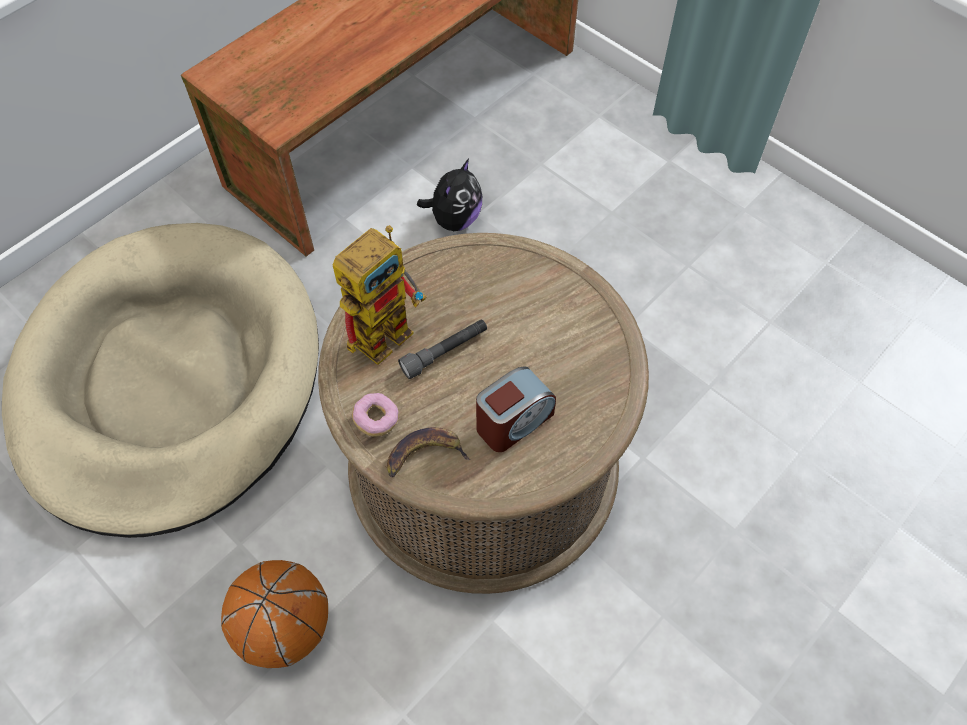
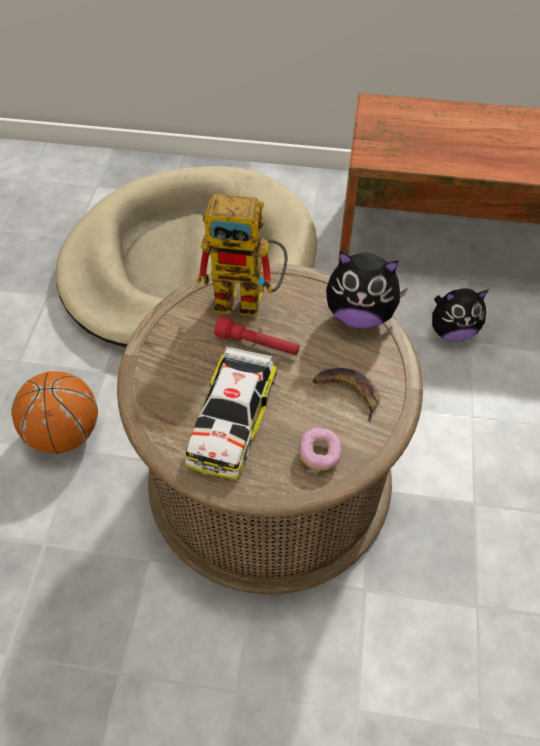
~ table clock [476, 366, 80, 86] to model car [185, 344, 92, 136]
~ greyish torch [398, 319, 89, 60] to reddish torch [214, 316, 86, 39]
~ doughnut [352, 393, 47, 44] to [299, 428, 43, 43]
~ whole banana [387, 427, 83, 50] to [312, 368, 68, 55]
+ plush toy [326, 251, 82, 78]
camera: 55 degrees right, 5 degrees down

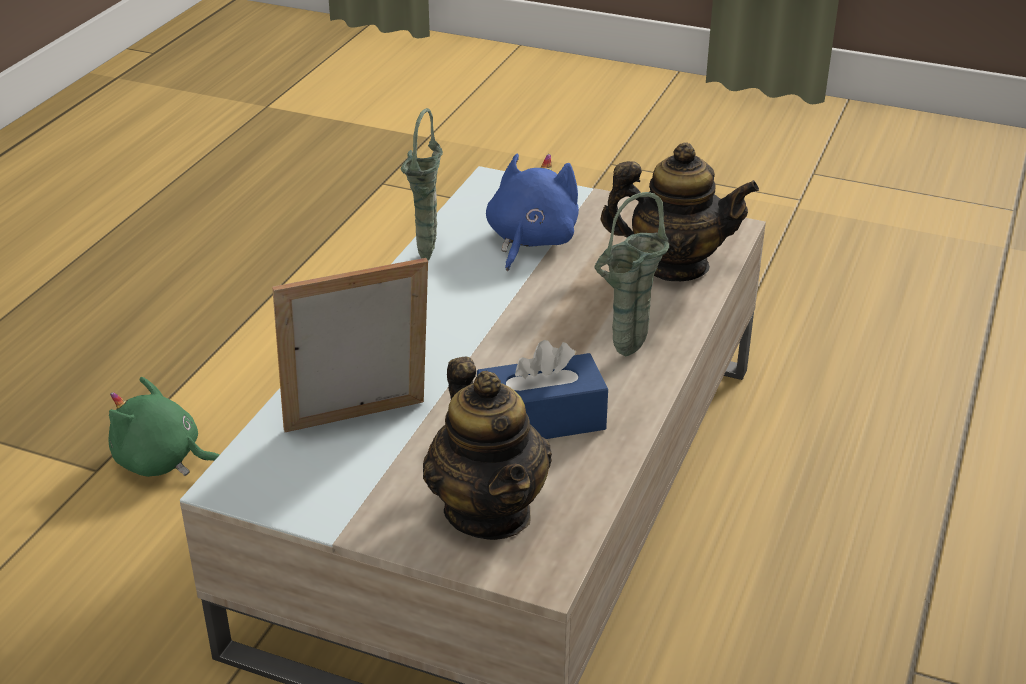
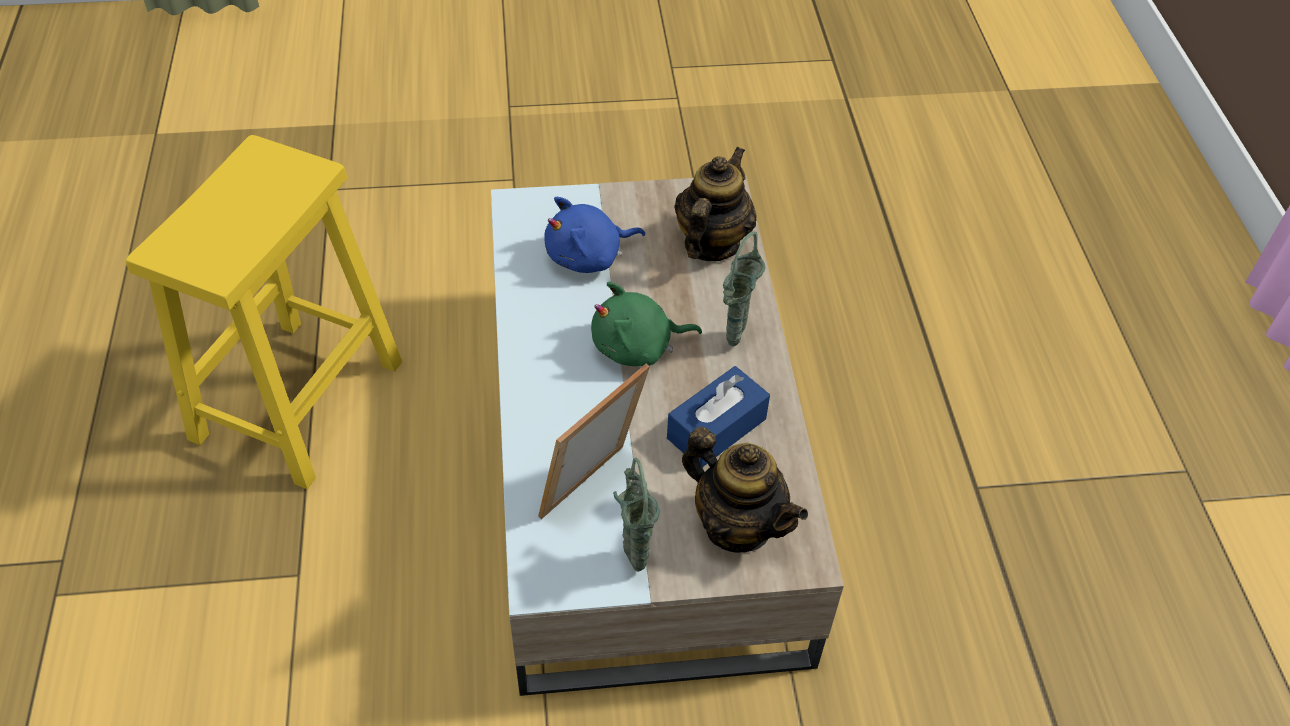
+ yellow-coloured stool seat [126, 135, 276, 354]
~ blue-coloured plush toy [486, 154, 93, 117] = [544, 197, 101, 76] 105 degrees counterclockwise
~ greenish plush toy [109, 377, 110, 100] to [591, 282, 111, 84]
~ greenish decorative vase [401, 108, 42, 153] to [613, 458, 47, 114]
~ teapot [600, 142, 159, 139] = [674, 147, 83, 114] 45 degrees counterclockwise
camera: 30 degrees left, 15 degrees up

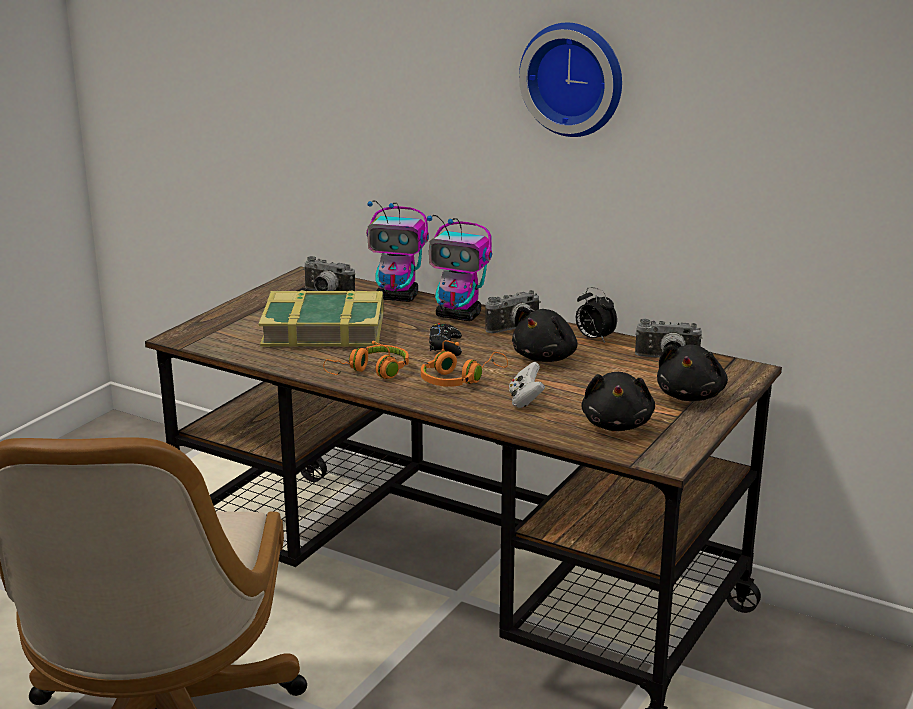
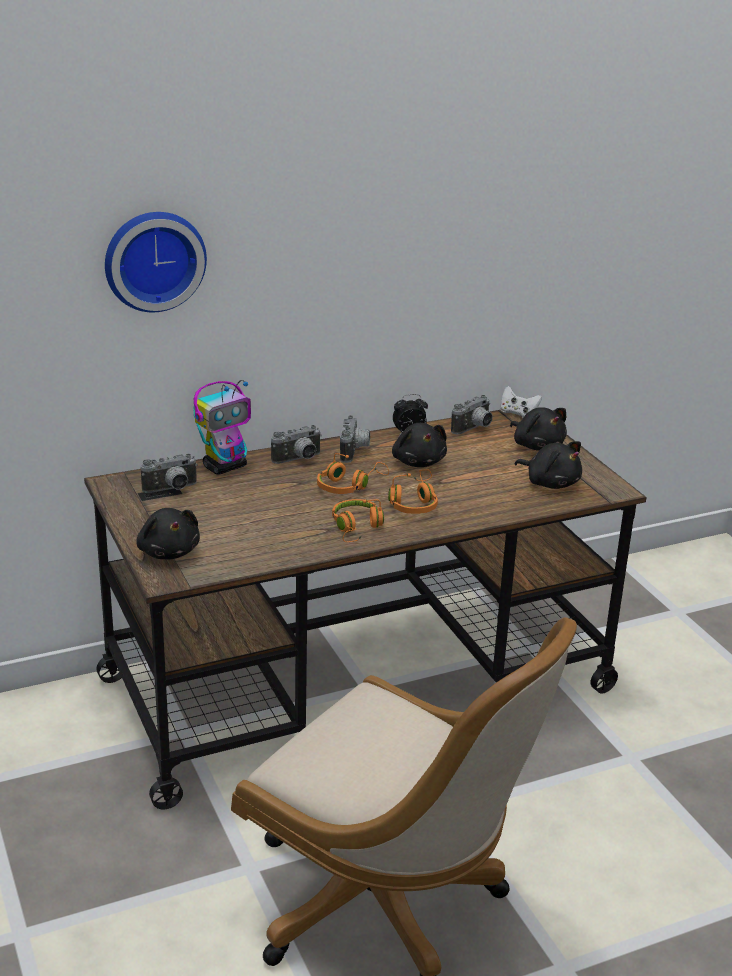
~ hanging clock [519, 22, 103, 115] to [105, 212, 102, 100]
+ black plush toy [136, 508, 64, 51]
~ robot figure [427, 215, 65, 106] to still camera [271, 425, 51, 39]
~ black game controller [429, 323, 33, 33] to orange-coloured headphones [317, 453, 72, 41]
~ white game controller [509, 362, 36, 46] to [500, 386, 42, 32]
- book [259, 290, 124, 57]
camera: 55 degrees left, 5 degrees up

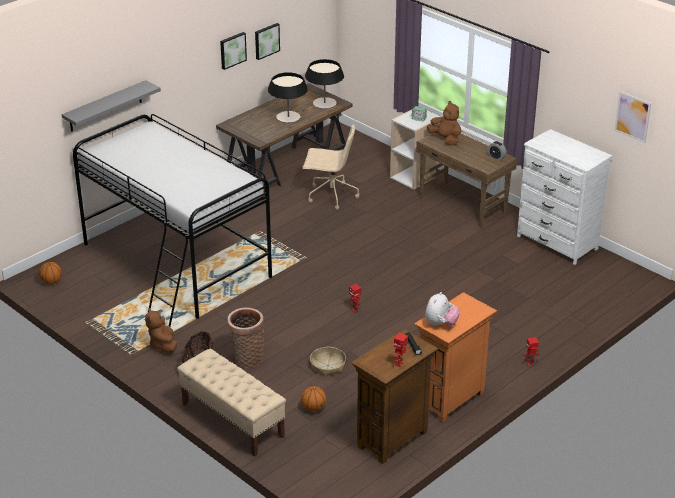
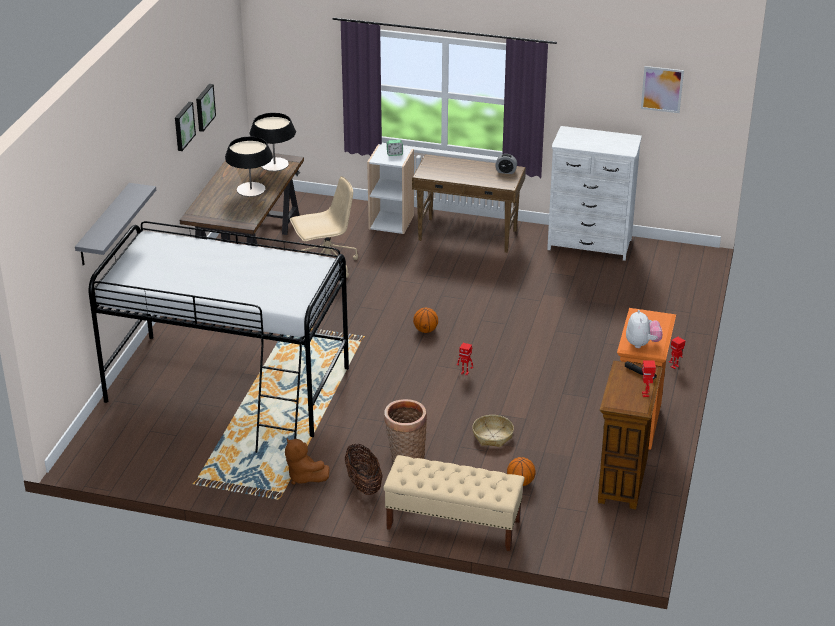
~ basketball [39, 262, 23, 22] to [413, 308, 25, 25]
- brownish plush toy [427, 101, 34, 45]
camera: 30 degrees left, 0 degrees up

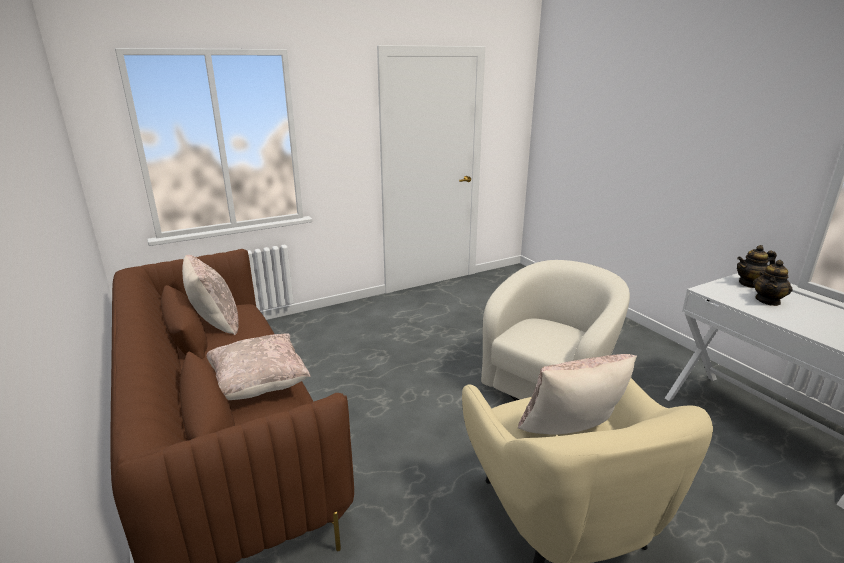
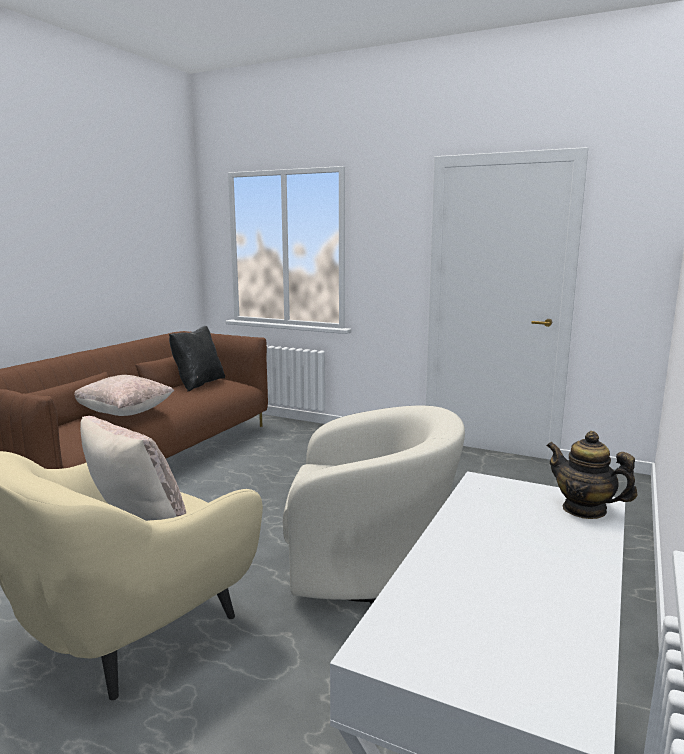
~ sand-coloured pillow [182, 255, 57, 80] to black pillow [169, 326, 56, 65]
- teapot [753, 260, 40, 46]
camera: 55 degrees right, 10 degrees down

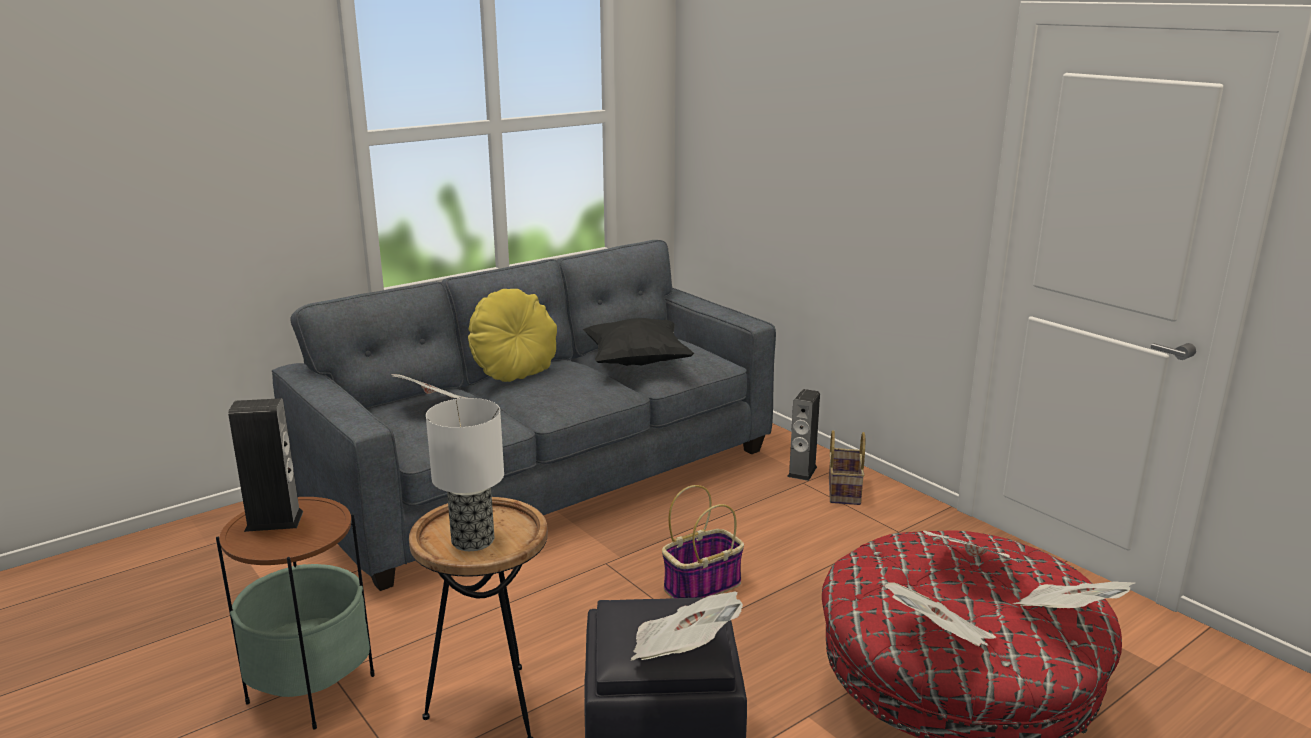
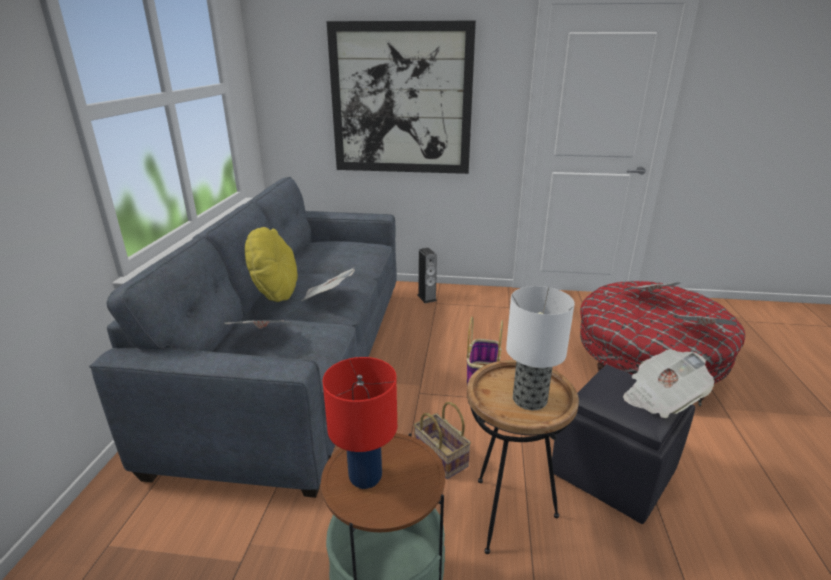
~ daily paper [1013, 582, 122, 26] to [302, 268, 53, 33]
~ audio speaker [228, 398, 75, 134] to reddish lamp for a table [323, 357, 74, 132]
+ wall picture [327, 21, 149, 153]
~ storage basket [829, 430, 36, 75] to [414, 402, 57, 77]
- black pillow [583, 318, 111, 48]
camera: 45 degrees left, 5 degrees up

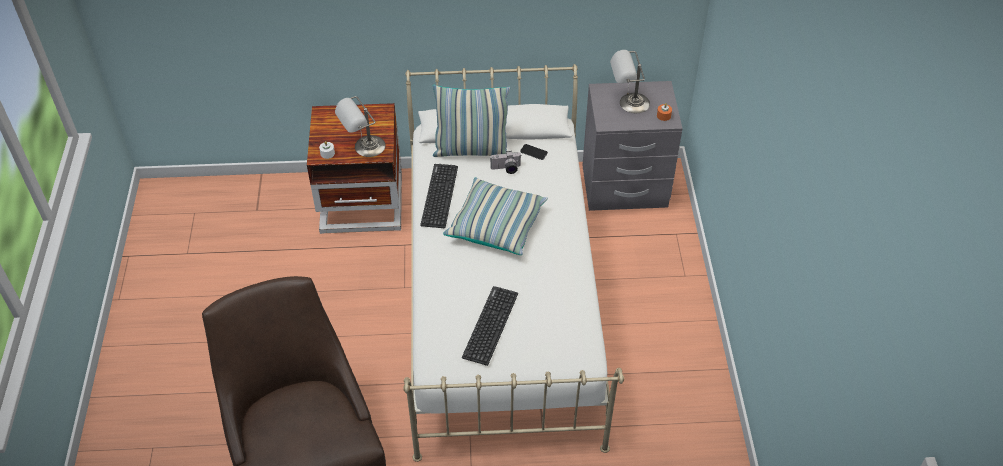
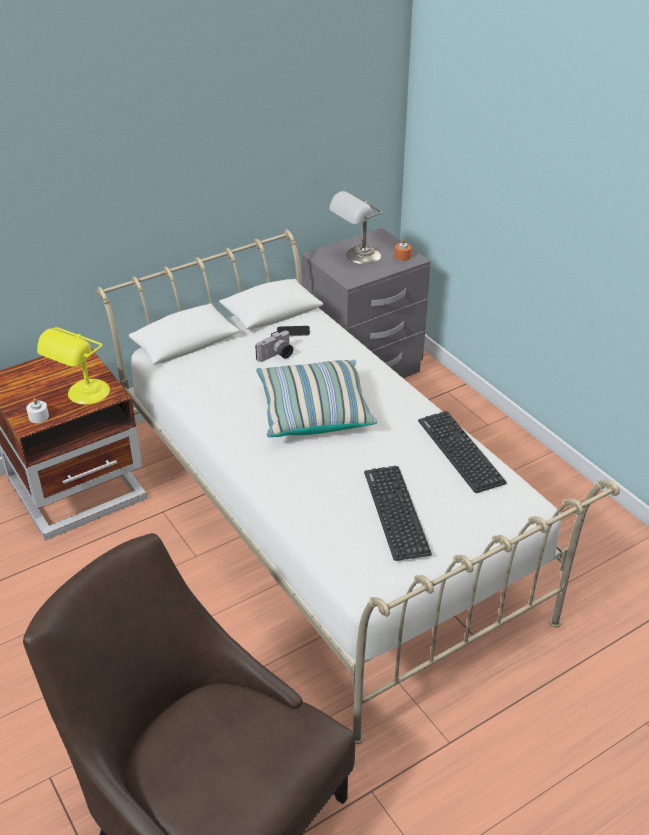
~ white lamp for a table [335, 96, 51, 61] to yellow-coloured lamp for a table [37, 327, 73, 77]
~ computer keyboard [420, 164, 38, 64] to [418, 411, 89, 82]
- pillow [433, 85, 77, 72]
camera: 30 degrees left, 10 degrees down

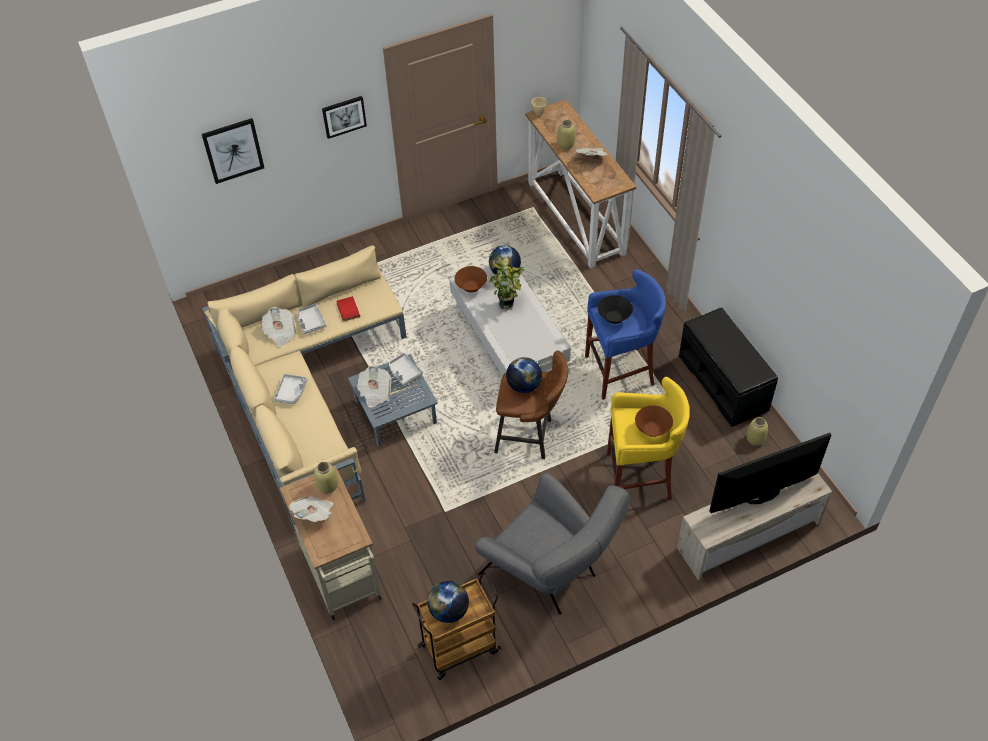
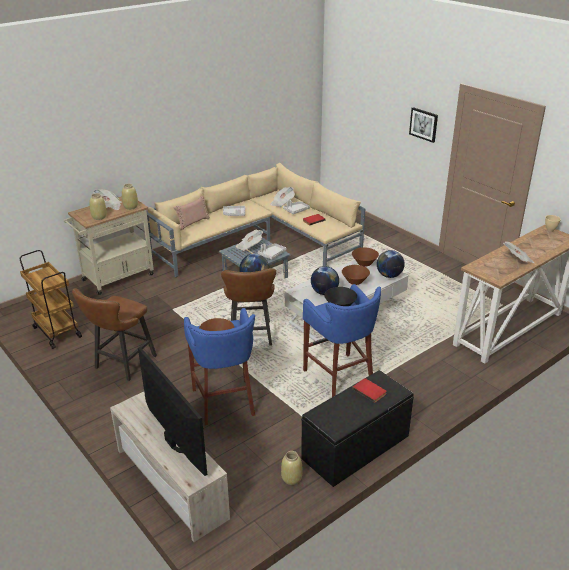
~ greyish armchair [475, 472, 155, 142] to brownish stool seat [72, 288, 85, 93]
~ sand-coloured decorative vase [557, 120, 18, 29] to [89, 193, 18, 27]
+ sand-coloured pillow [174, 196, 36, 35]
~ yellow-coloured stool seat [607, 377, 83, 123] to blue-coloured stool seat [184, 308, 71, 117]
~ globe [428, 581, 41, 42] to [311, 266, 28, 29]
~ plant in a pot [489, 257, 36, 54] to brownish serving bowl [342, 265, 28, 20]
+ reddish book [352, 378, 35, 25]
- wall picture [202, 118, 62, 66]
camera: 75 degrees right, 20 degrees down

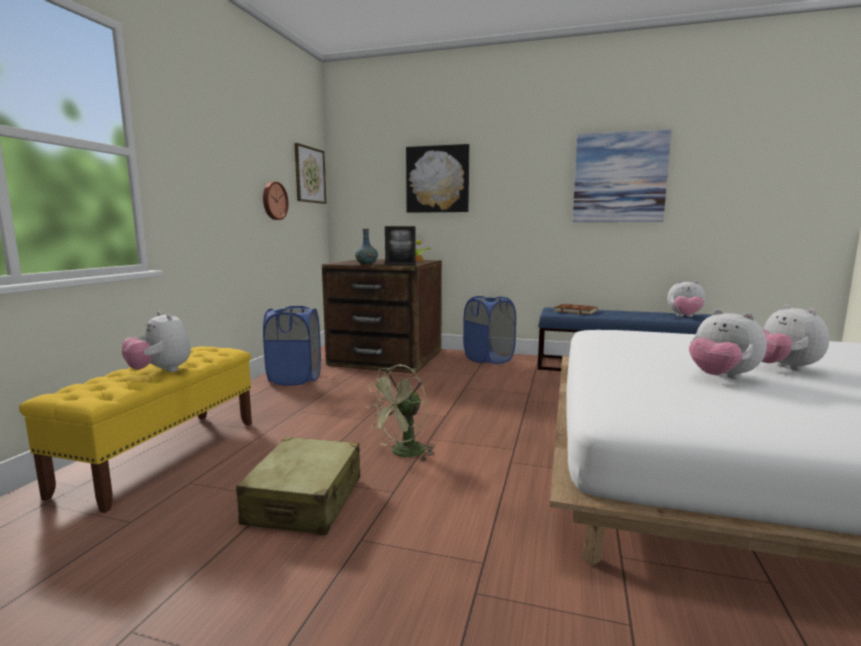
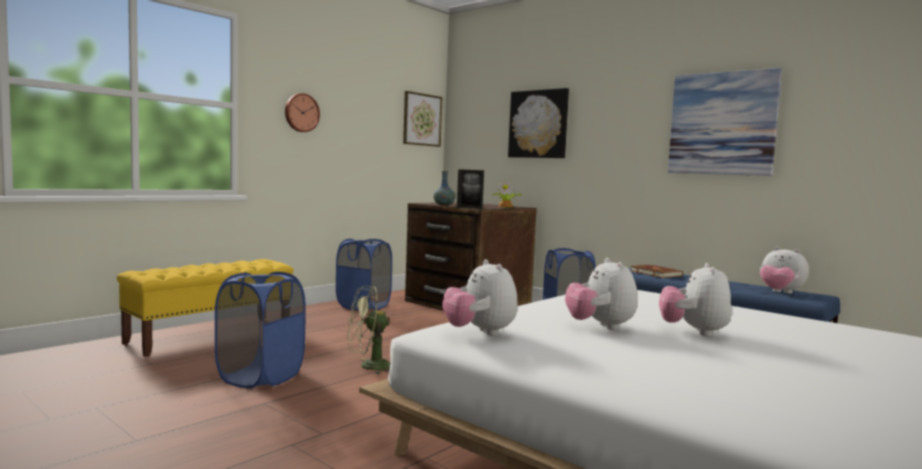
~ sand-coloured piece of luggage [236, 437, 124, 98] to blue-coloured washing basket [215, 272, 91, 116]
~ hanging clock [263, 182, 26, 38] to [285, 93, 35, 39]
~ plush toy [122, 311, 69, 61] to [442, 259, 76, 77]
camera: 25 degrees right, 5 degrees down

